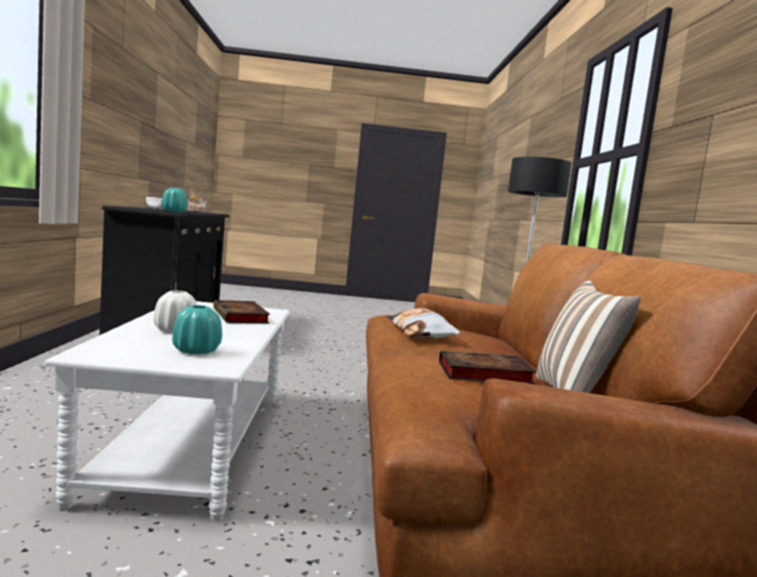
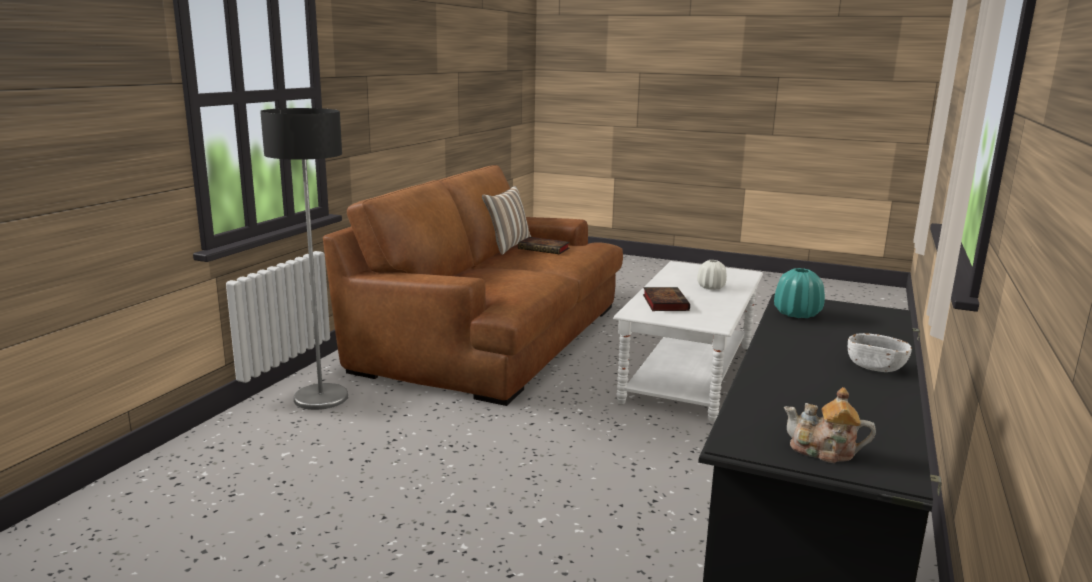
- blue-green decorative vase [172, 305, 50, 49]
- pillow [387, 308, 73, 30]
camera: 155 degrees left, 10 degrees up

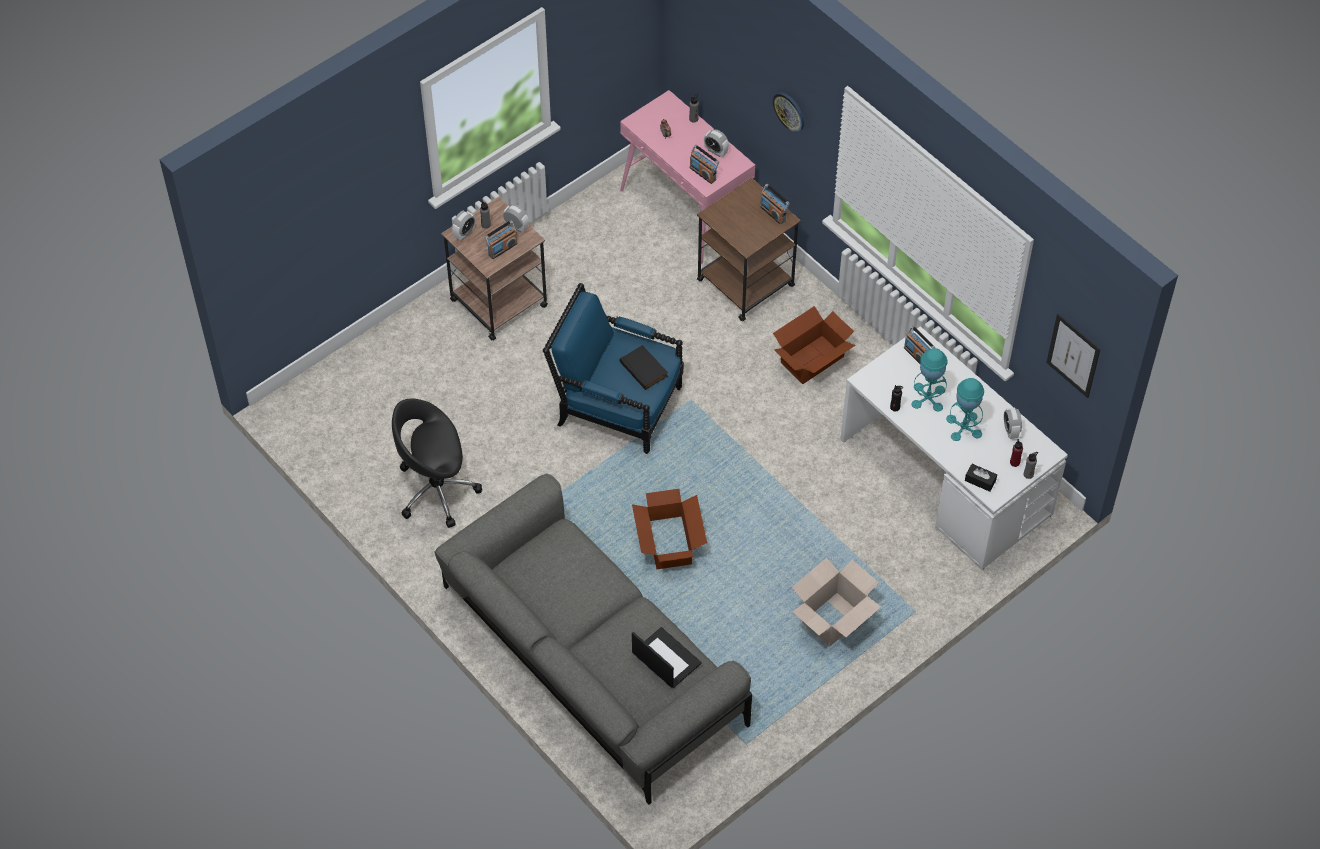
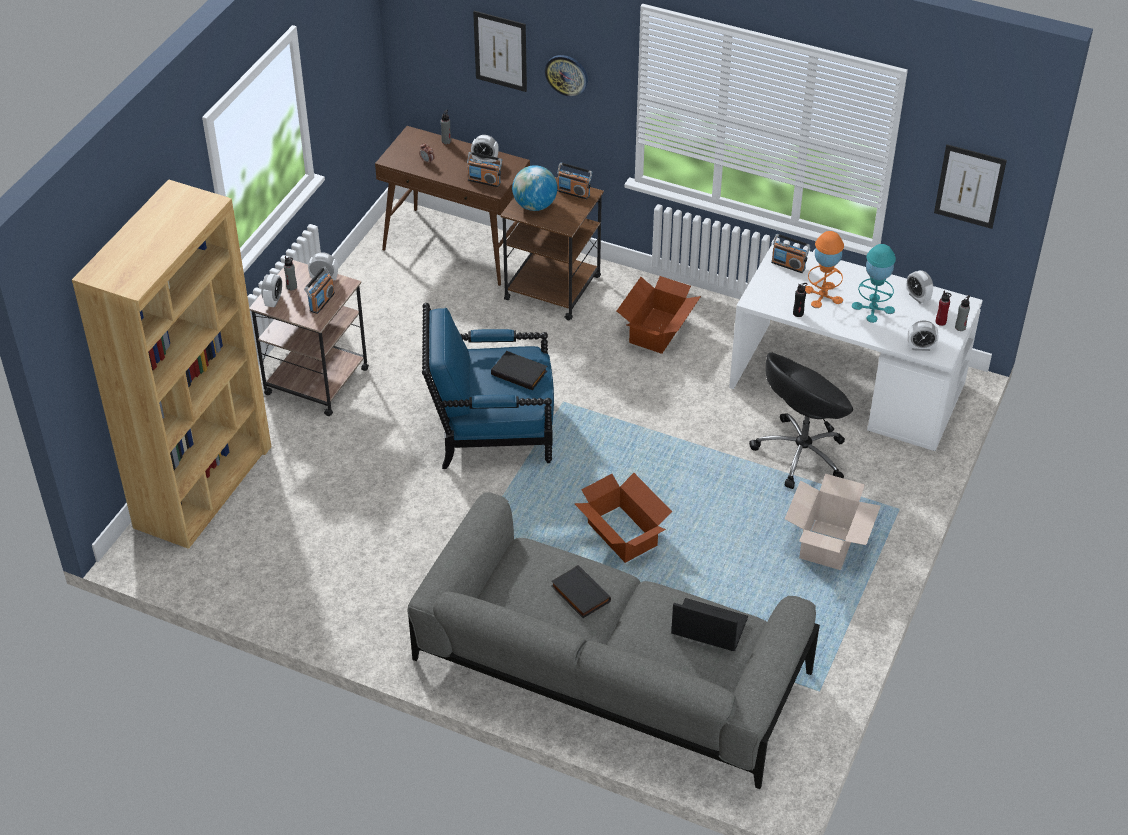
+ brownish bookcase [72, 179, 199, 370]
~ pink console table [620, 90, 135, 174] to brownish console table [375, 126, 155, 160]
+ wall picture [473, 11, 54, 81]
+ globe [512, 165, 45, 46]
+ black book [551, 565, 60, 53]
~ black computer chair [392, 399, 90, 129] to [749, 352, 104, 137]
~ blue-green lamp for a table [912, 348, 36, 64] to orange-coloured lamp for a table [805, 231, 39, 77]
~ black tissue box [965, 464, 32, 28] to table clock [908, 320, 30, 31]
camera: 25 degrees left, 10 degrees down

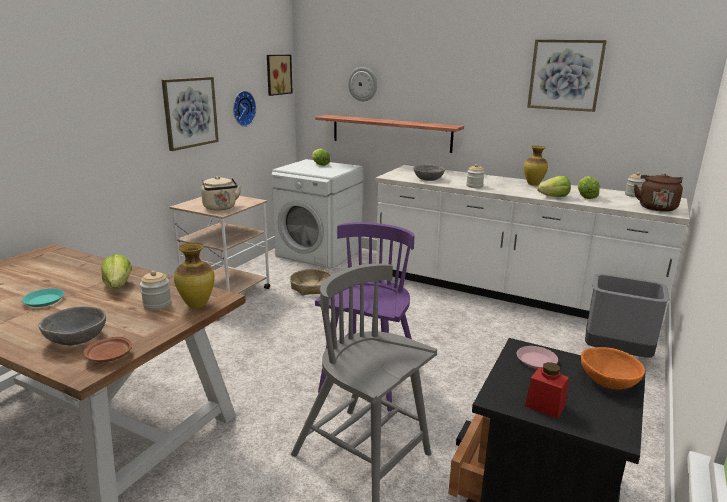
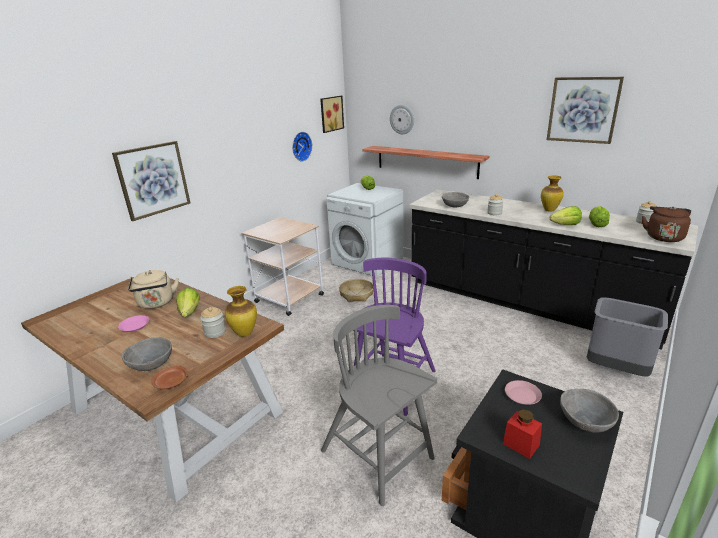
~ wall picture [162, 77, 57, 74] to [112, 141, 78, 80]
~ blue-green plate [22, 288, 43, 19] to pink plate [118, 315, 31, 17]
~ sand-coloured tea kettle [201, 176, 41, 34] to [128, 270, 51, 39]
~ white kitchen counter [375, 165, 315, 161] to black kitchen counter [409, 189, 289, 161]
~ orange-coloured serving bowl [581, 347, 64, 43] to greyish serving bowl [560, 389, 59, 44]
camera: 10 degrees right, 5 degrees up

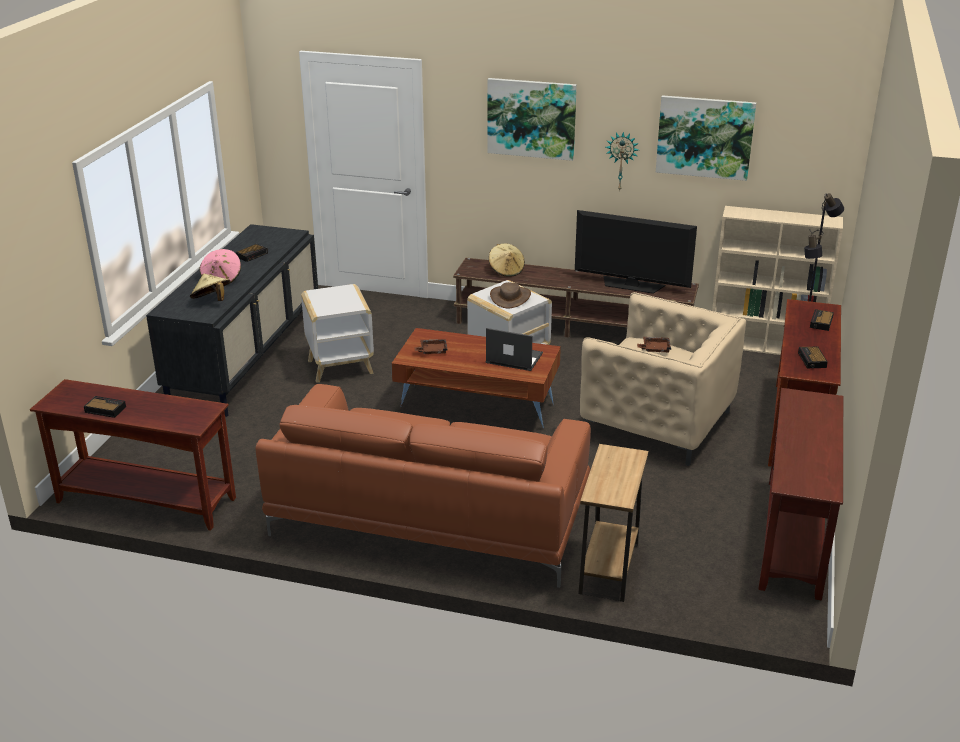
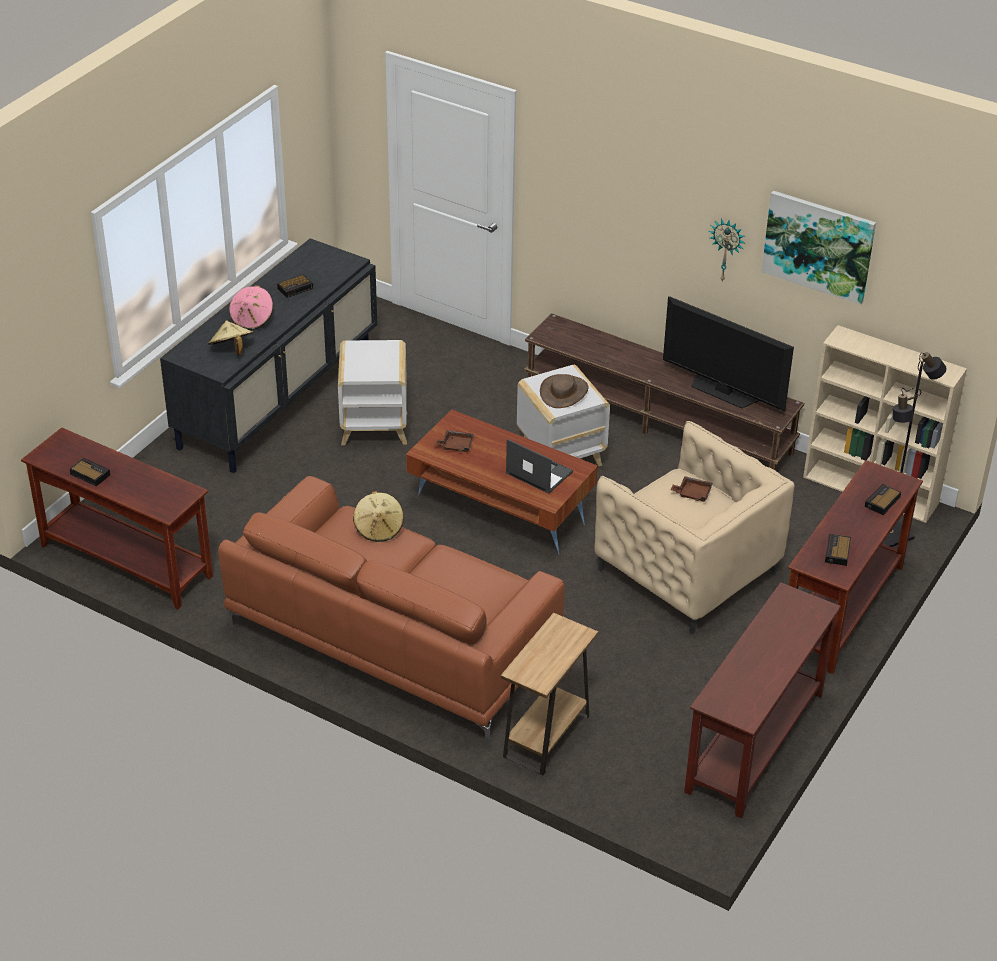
~ sand-coloured clothing hat [489, 244, 36, 33] to [353, 491, 51, 51]
- wall picture [487, 78, 90, 83]
camera: 15 degrees right, 10 degrees up

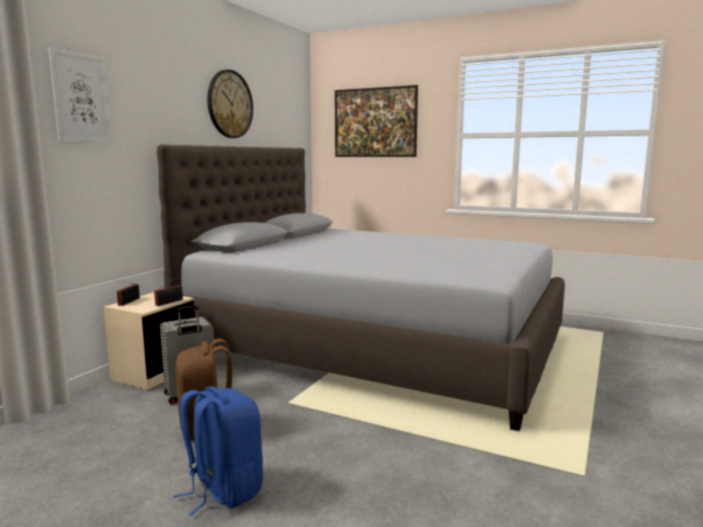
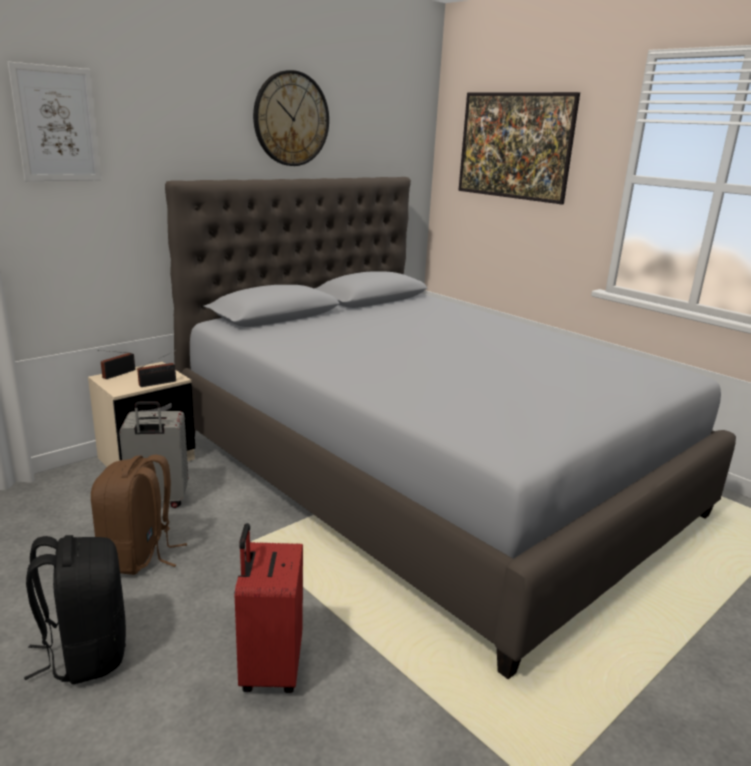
~ blue-coloured rucksack [173, 386, 90, 130] to black rucksack [24, 535, 102, 149]
+ reddish piece of luggage [235, 523, 68, 170]
camera: 20 degrees right, 10 degrees up

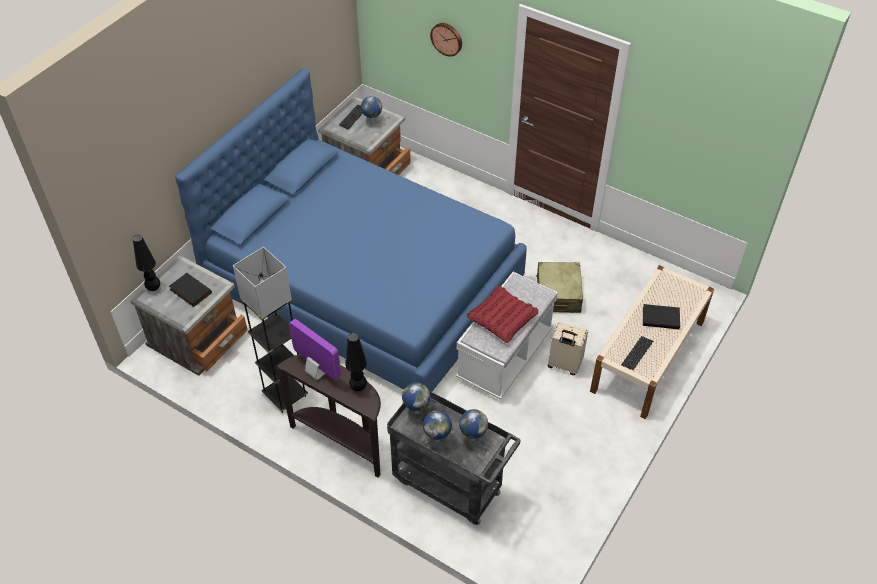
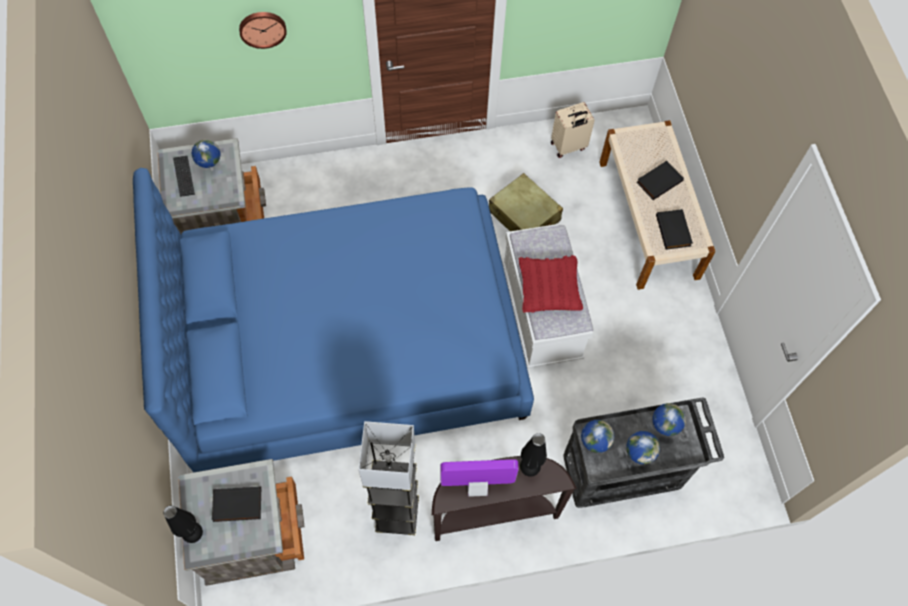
~ sand-coloured piece of luggage [548, 322, 40, 53] to [551, 102, 44, 56]
~ computer keyboard [621, 336, 32, 34] to black book [656, 209, 37, 41]
camera: 45 degrees left, 15 degrees up

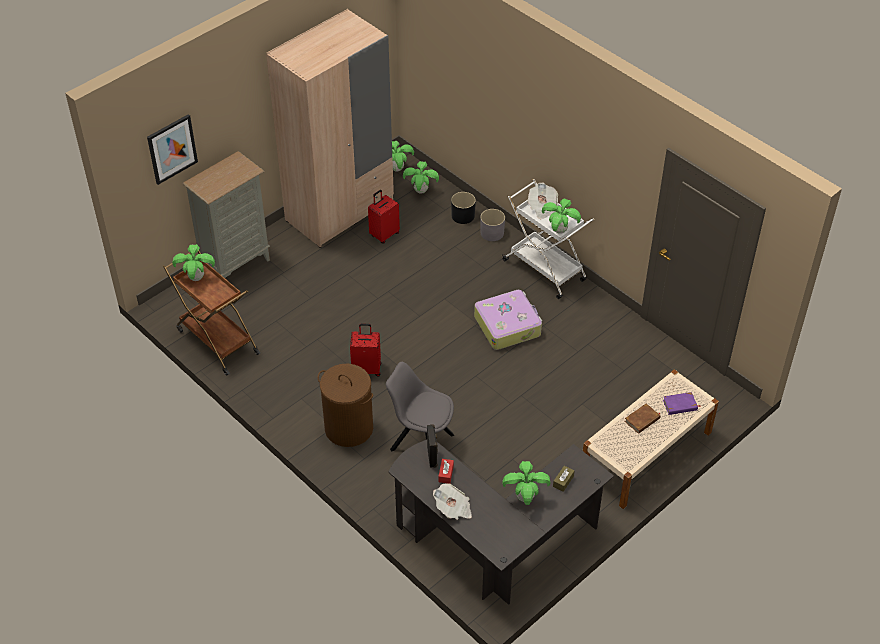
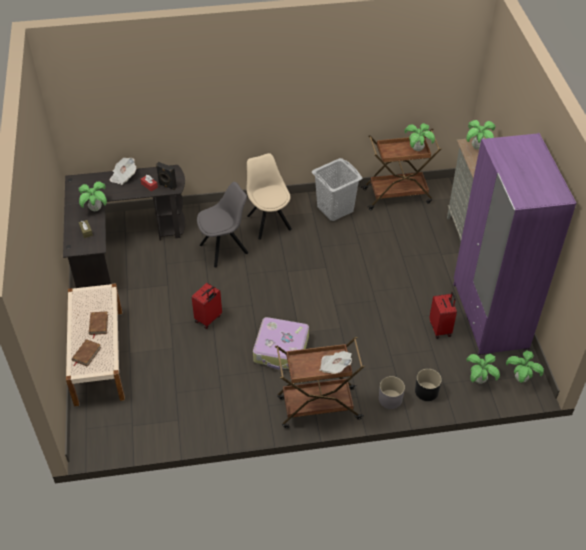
~ purplish book [663, 392, 38, 23] to brownish book [72, 339, 29, 28]
~ reddish piece of luggage [350, 323, 31, 53] to [192, 283, 30, 46]
~ brownish washing basket [318, 364, 55, 83] to sand-coloured upright chair [246, 153, 46, 87]
~ white trolley [501, 179, 94, 120] to brownish trolley [275, 337, 90, 91]
+ greyish washing basket [312, 158, 50, 63]
~ sand-coloured wardrobe [266, 9, 128, 239] to purplish wardrobe [453, 133, 123, 222]
~ plant in a pot [542, 199, 39, 34] to [466, 120, 29, 30]
- wall picture [147, 114, 51, 71]
camera: 125 degrees right, 0 degrees up

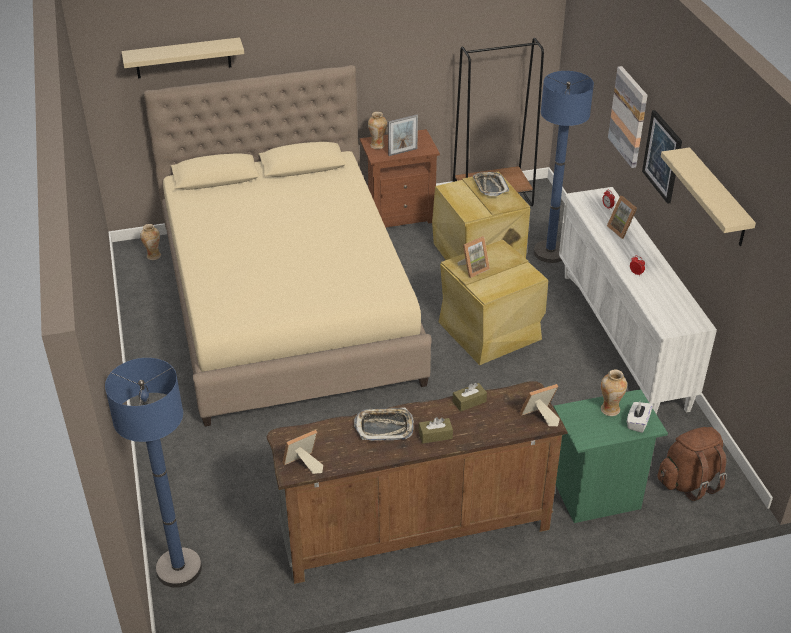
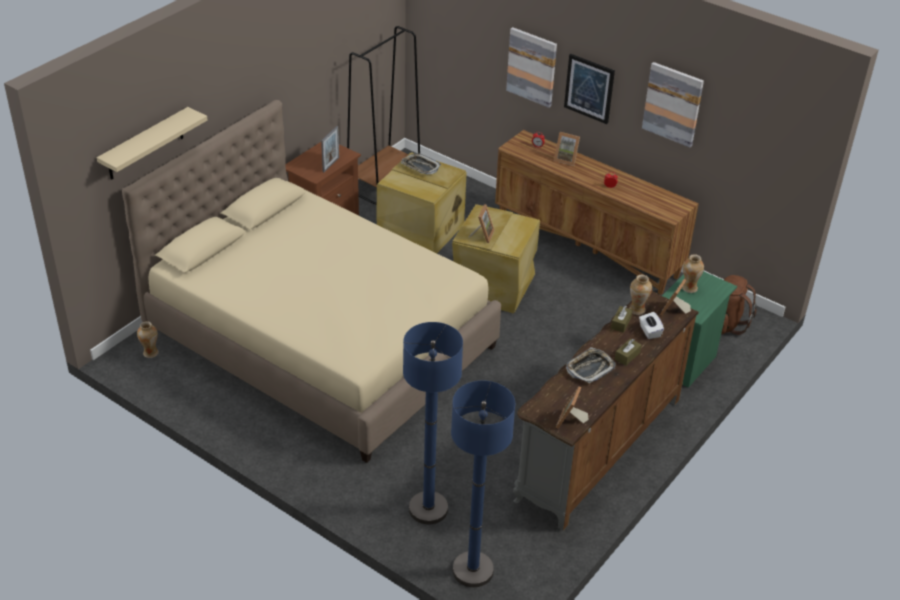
~ blue-coloured floor lamp [534, 71, 60, 192] to [403, 322, 60, 203]
~ white dresser [559, 187, 158, 227] to brownish dresser [495, 130, 204, 165]
~ decorative vase [368, 112, 19, 37] to [629, 274, 23, 41]
~ white tissue box [627, 402, 26, 31] to [639, 312, 25, 27]
~ sand-coloured bracket shelf [661, 147, 95, 99] to wall picture [642, 62, 62, 85]
camera: 40 degrees left, 0 degrees up

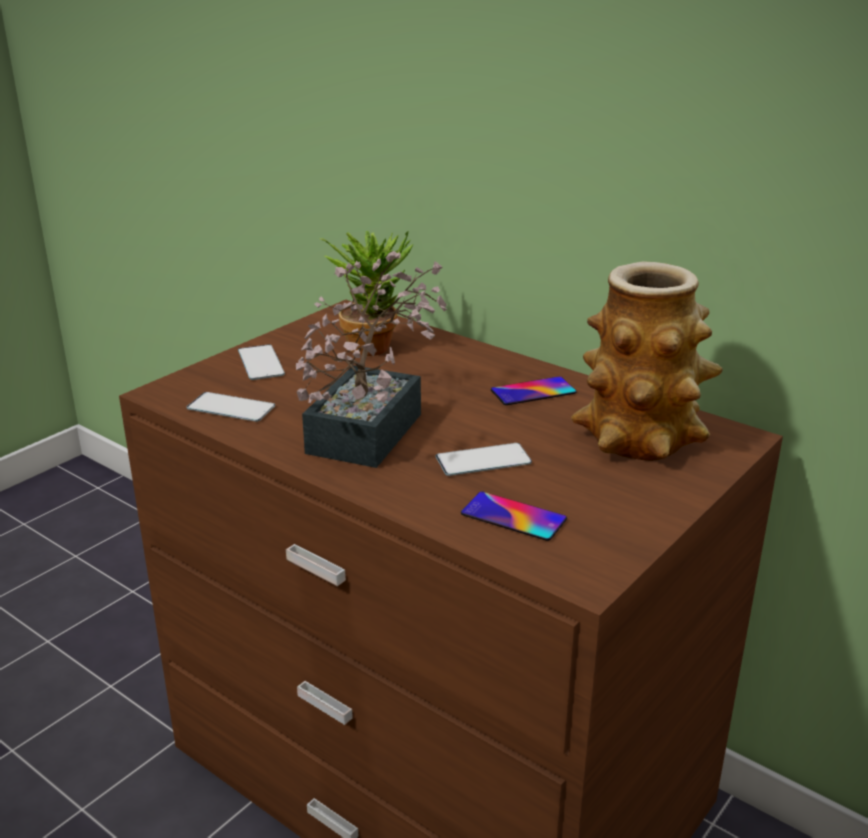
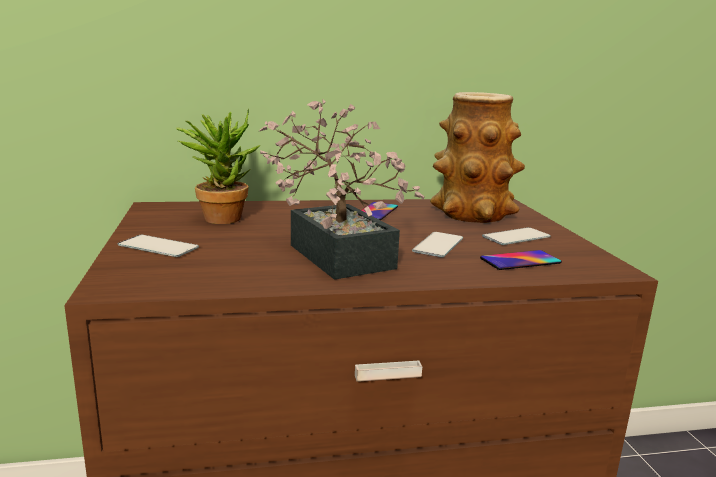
~ telephone [187, 392, 88, 30] to [482, 227, 69, 18]
camera: 50 degrees left, 10 degrees down

